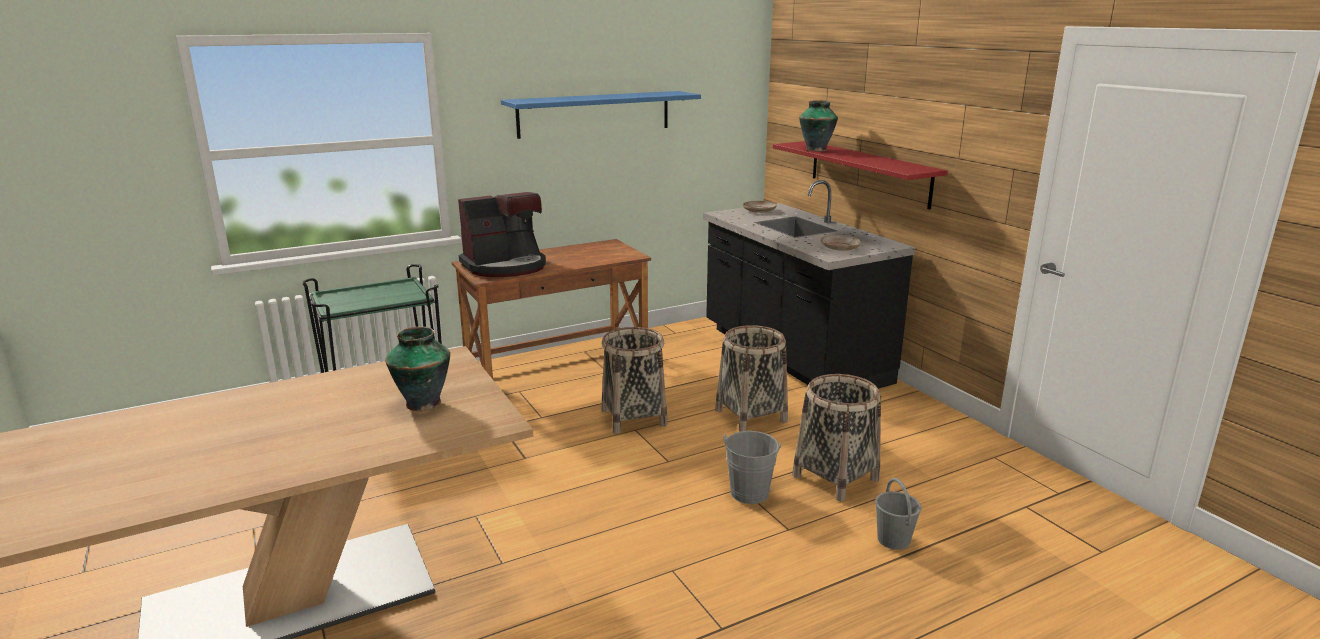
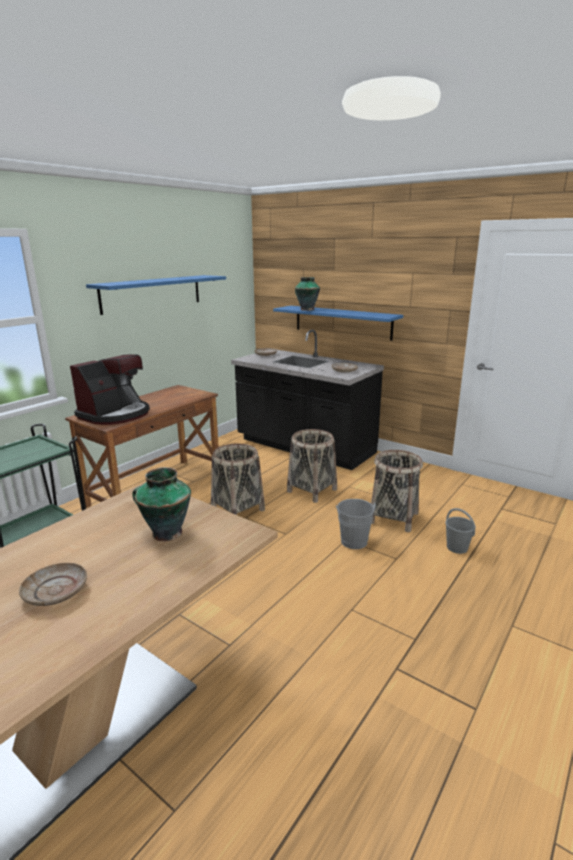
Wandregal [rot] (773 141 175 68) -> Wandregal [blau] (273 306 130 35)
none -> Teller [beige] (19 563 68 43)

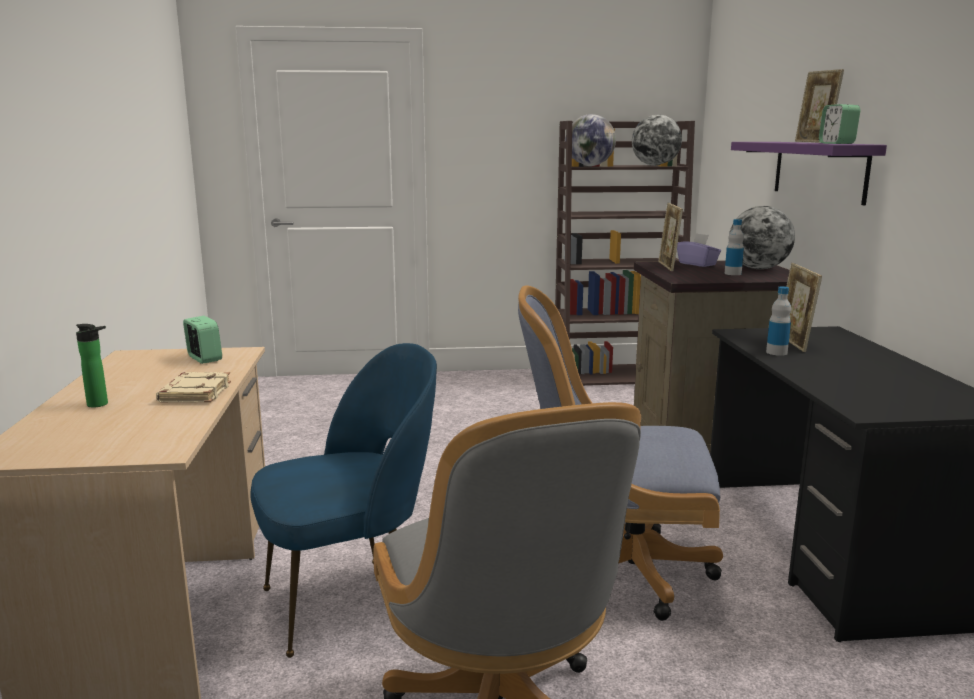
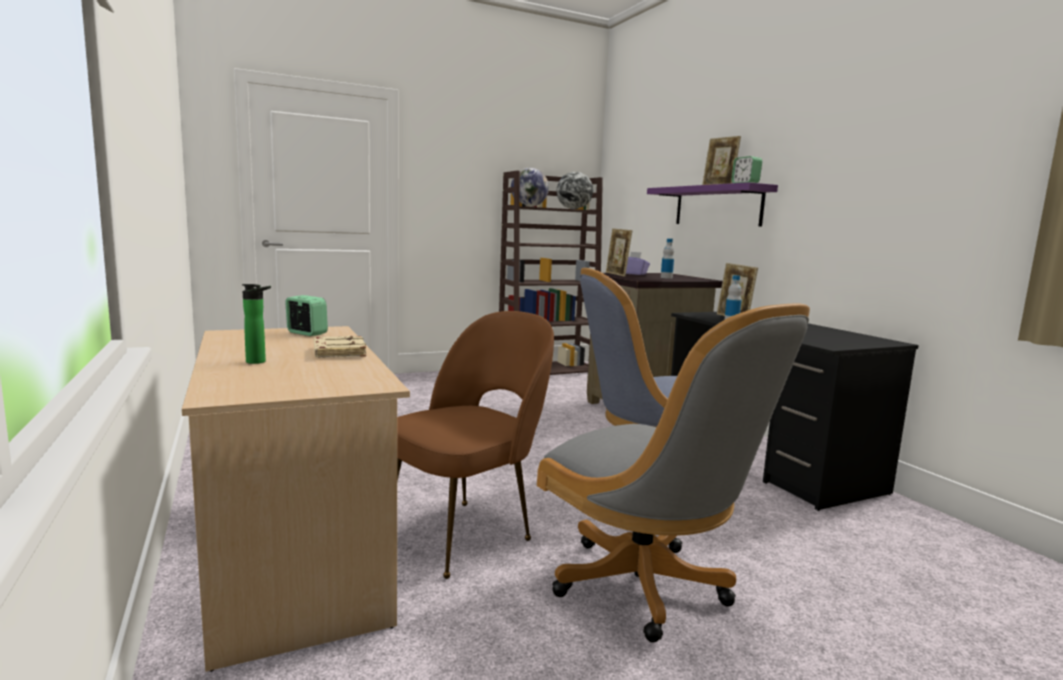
Globus (729 206 66 63) -> none
Stuhl [blau] (250 343 187 315) -> Stuhl [braun] (397 311 157 268)

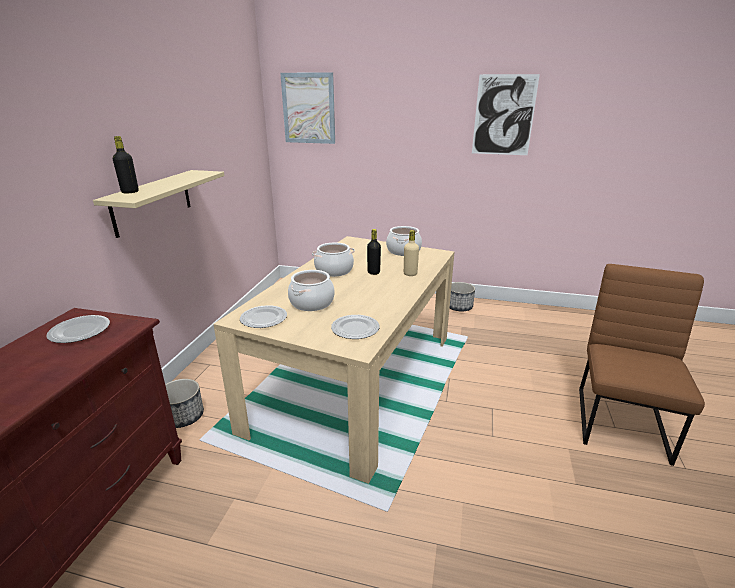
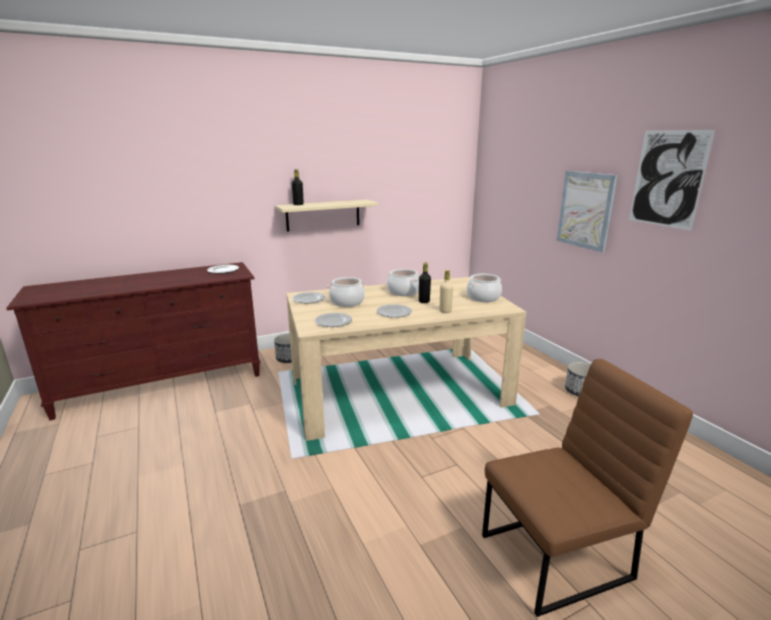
Bild (280 73 55 71) -> Bild (556 171 61 82), move
none -> Teller (377 304 35 14)

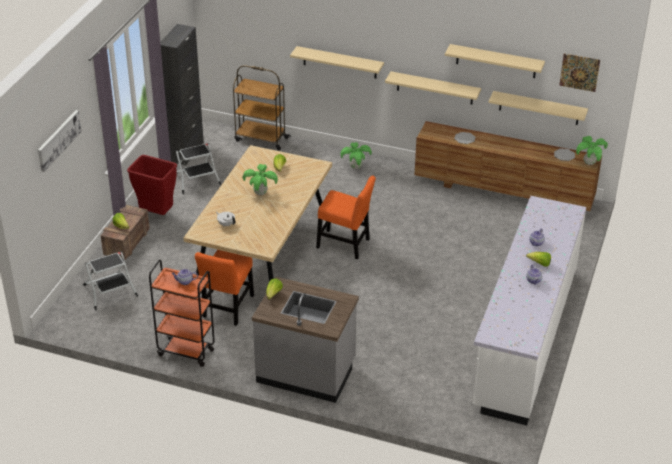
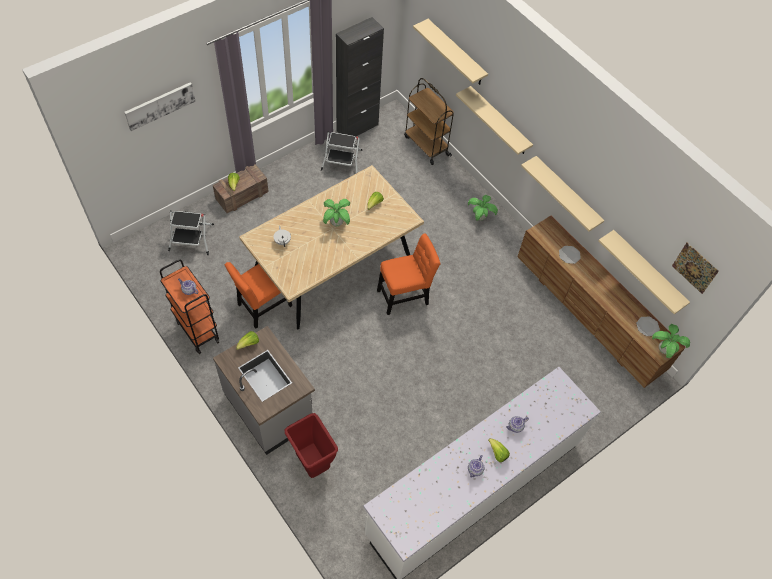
Wandregal [beige] (445 44 100 34) -> Wandregal [beige] (413 19 75 66), move
Mülleimer [rot] (127 155 50 60) -> Mülleimer [rot] (285 413 53 65), move
Stuhl [orange] (316 176 60 83) -> Stuhl [orange] (377 233 64 82), 75 degrees counterclockwise

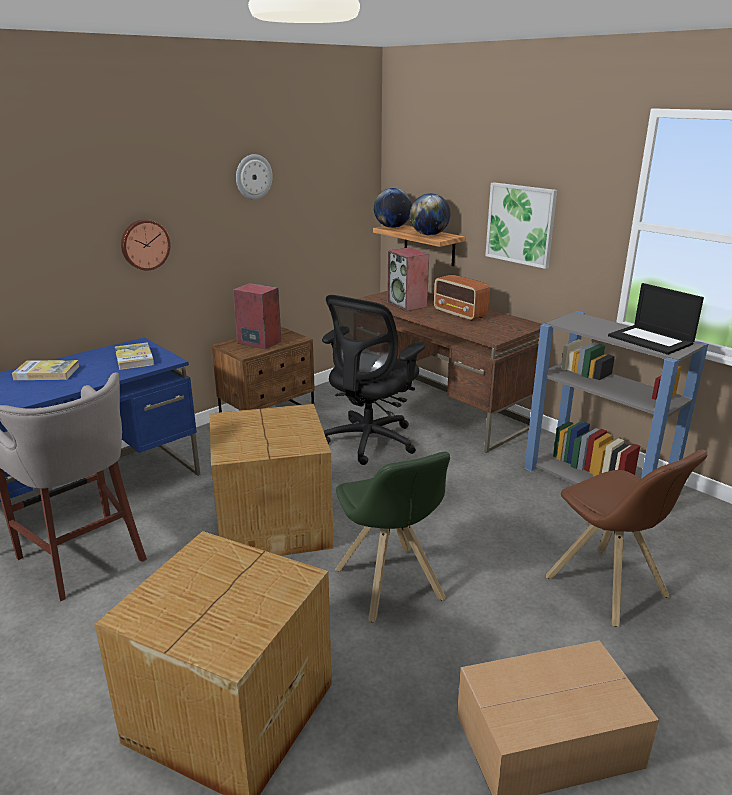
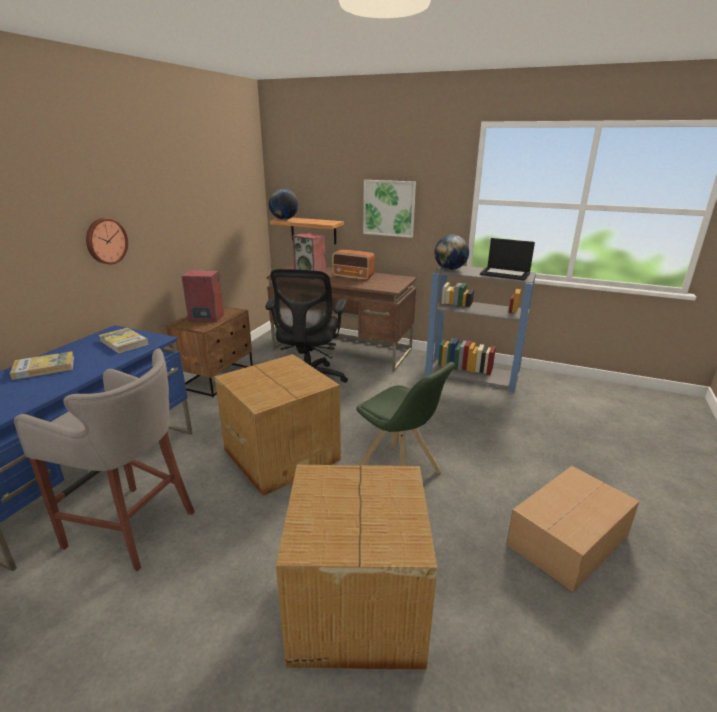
Wanduhr (236 154 37 46) -> none
Globus (410 193 40 43) -> Globus (434 235 35 35), move
Stuhl [braun] (546 450 161 177) -> none

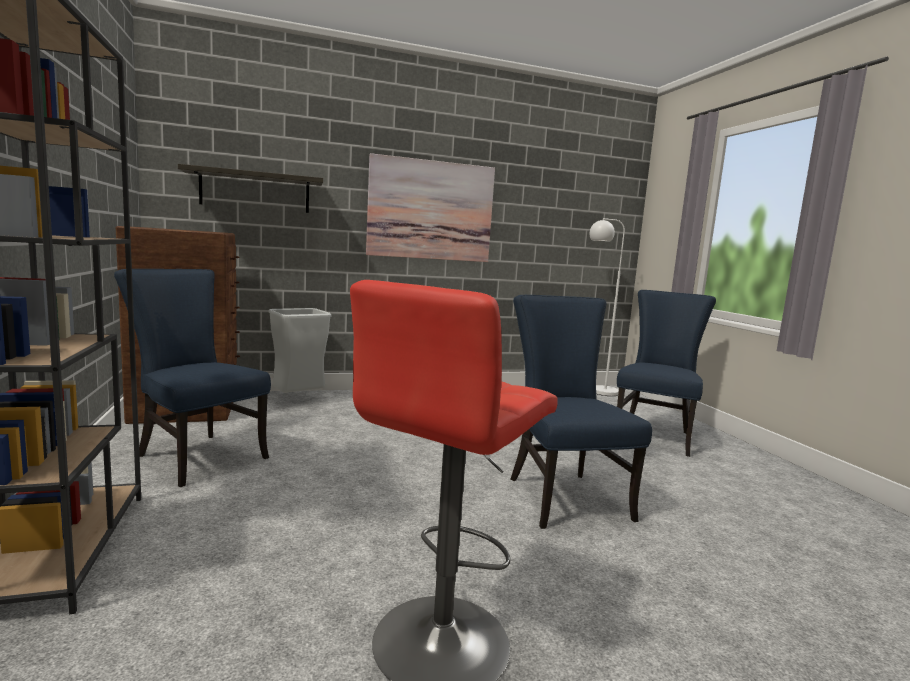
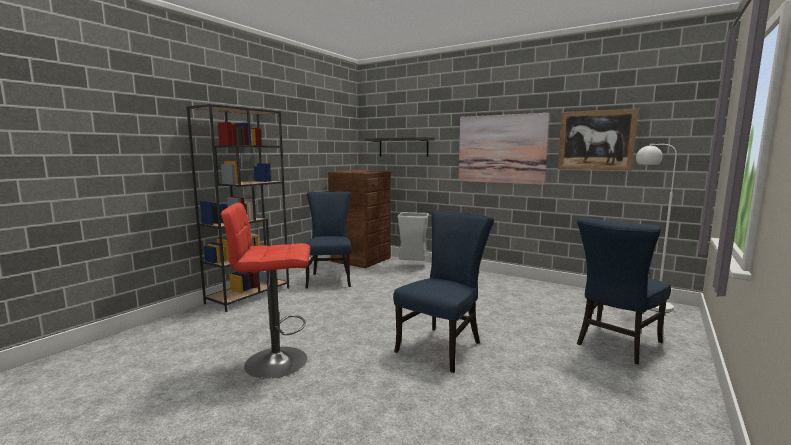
Stuhl [blau] (617 290 99 167) -> Stuhl [blau] (577 217 94 147), 150 degrees clockwise
none -> Bild (558 108 80 63)

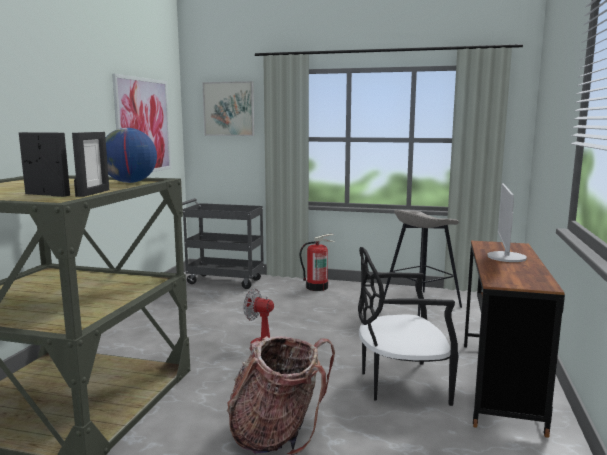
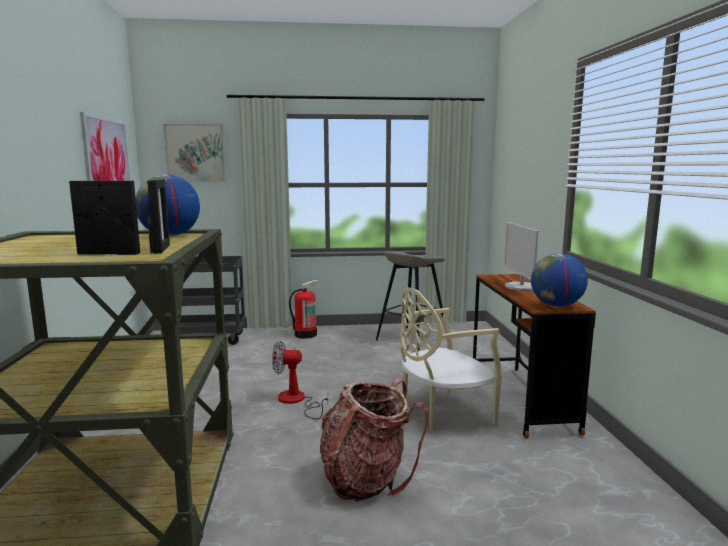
Stuhl [schwarz] (358 247 101 159) -> Stuhl [beige] (400 287 102 144)
none -> Globus (531 253 57 54)

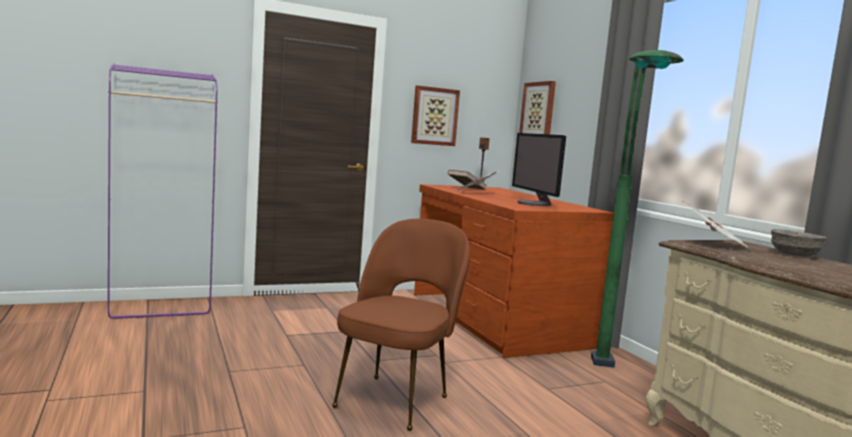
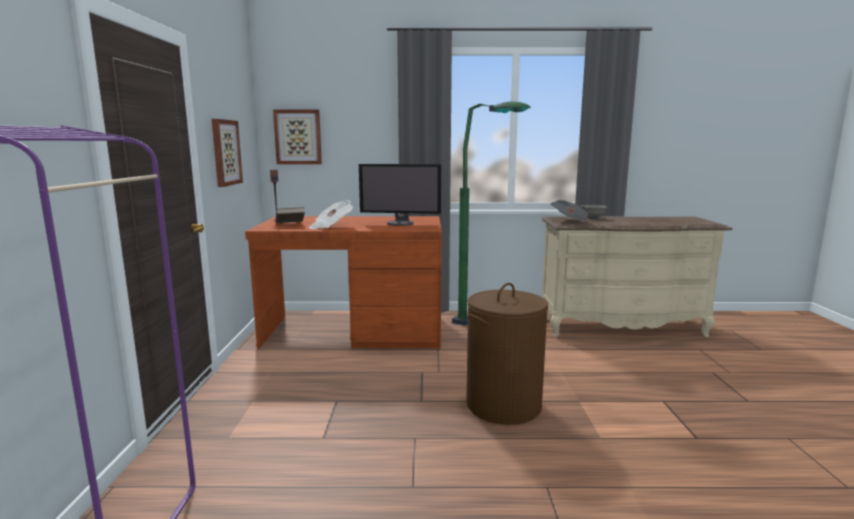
Stuhl [braun] (332 219 138 212) -> Wäschekorb [braun] (466 283 82 142)

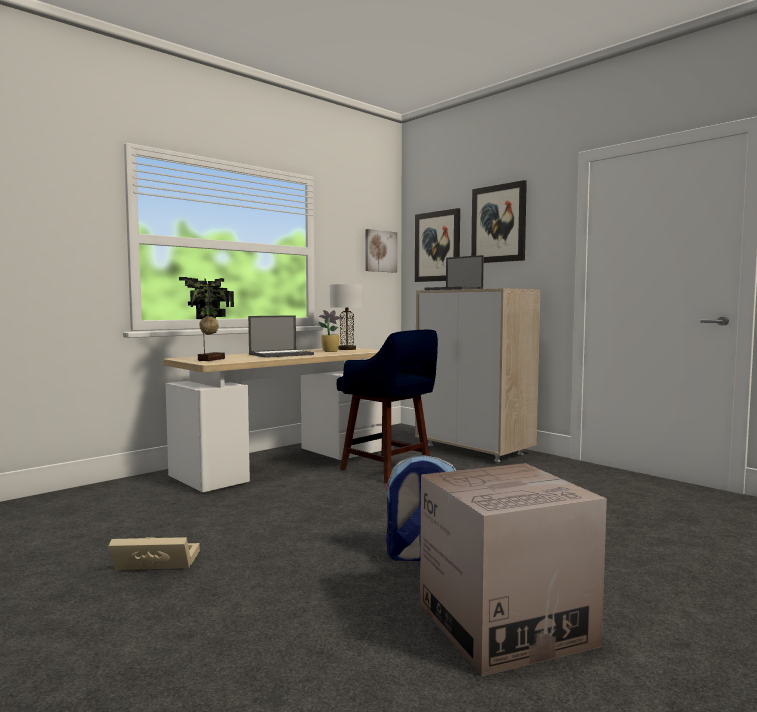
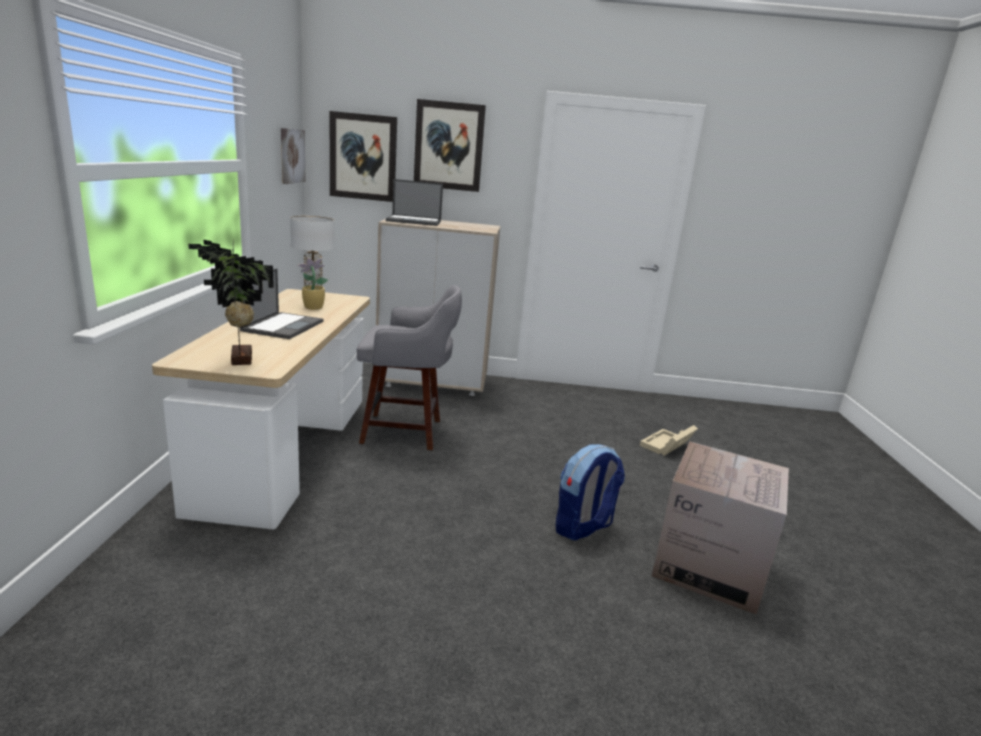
Hocker [blau] (337 330 101 153) -> Hocker [grau] (357 285 105 165)
Aufbewahrungsbox [beige] (109 537 91 33) -> Aufbewahrungsbox [beige] (640 425 58 31), move

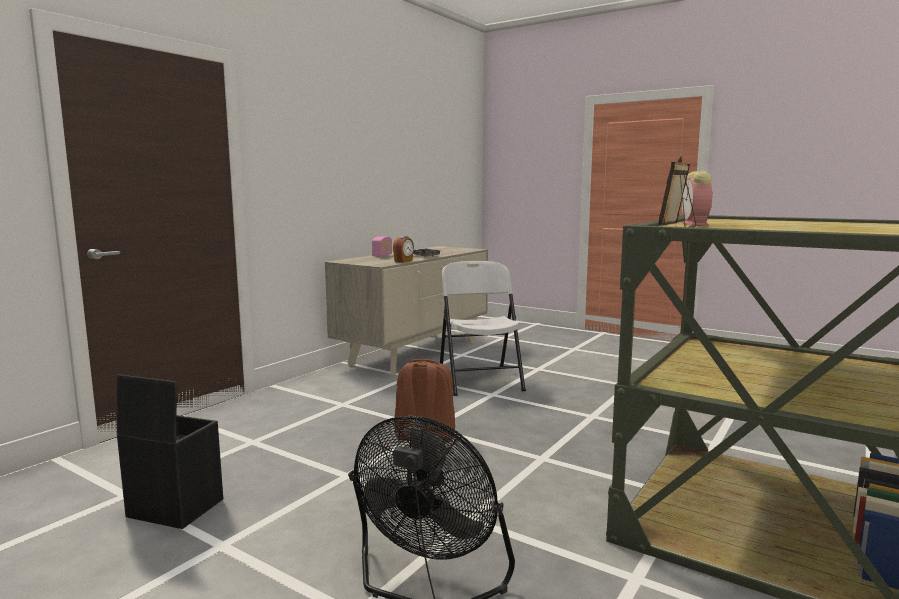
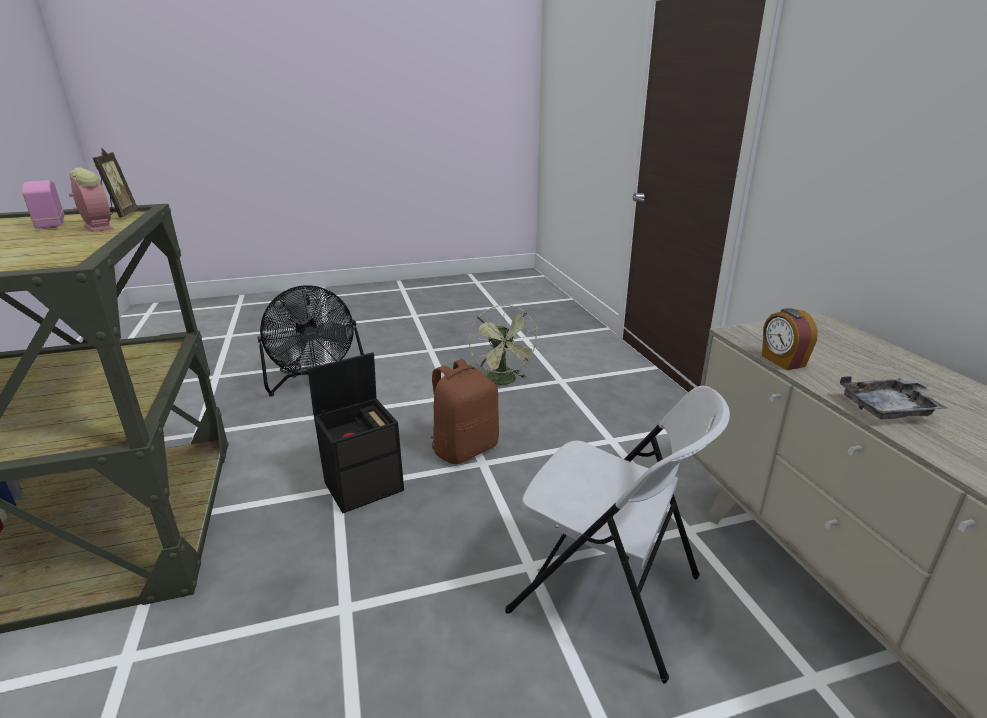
Radio (372 236 20 21) -> Radio (22 180 43 49), move
Aufbewahrungsbox [schwarz] (117 375 106 154) -> Aufbewahrungsbox [schwarz] (308 352 96 161), move
none -> Ventilator [grün] (469 305 70 80)

